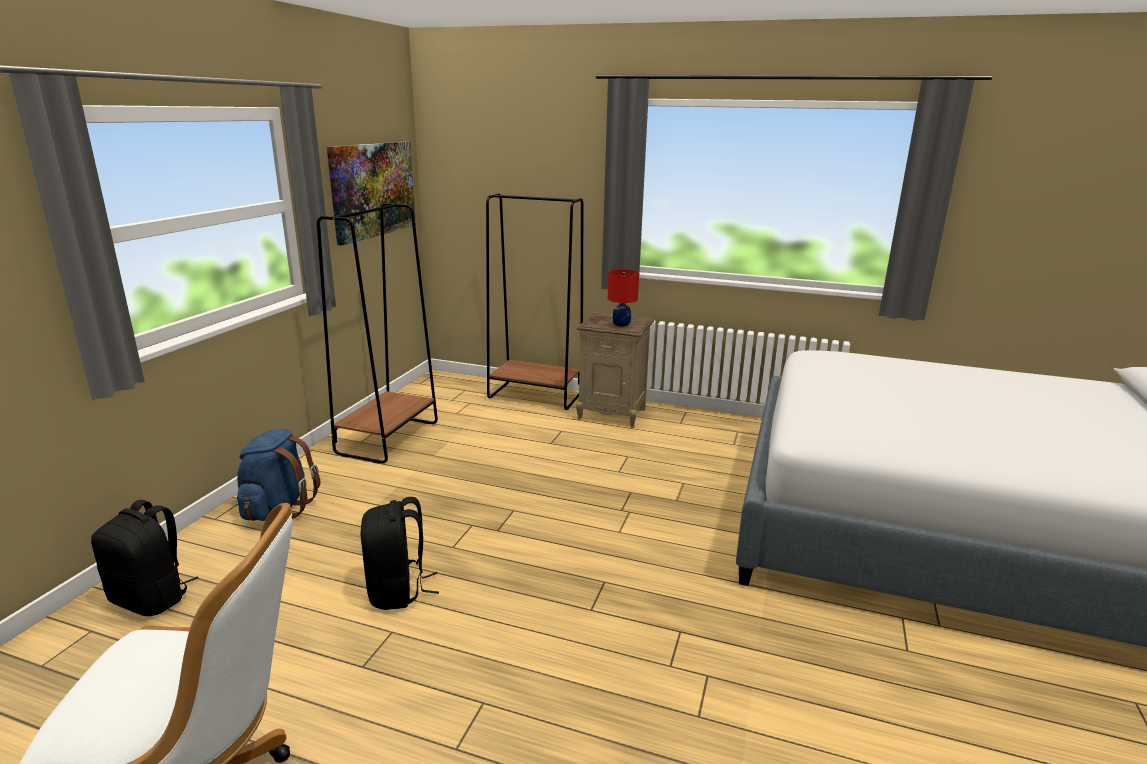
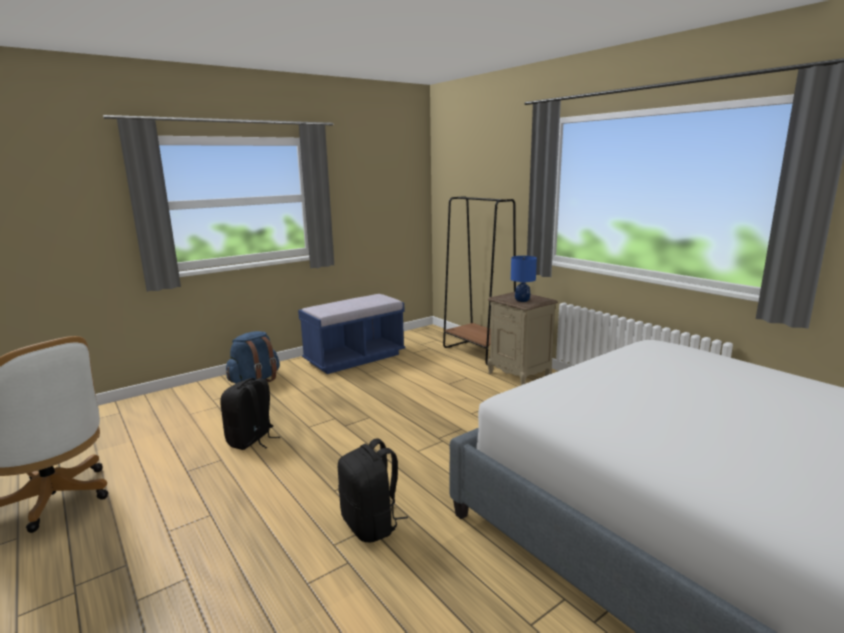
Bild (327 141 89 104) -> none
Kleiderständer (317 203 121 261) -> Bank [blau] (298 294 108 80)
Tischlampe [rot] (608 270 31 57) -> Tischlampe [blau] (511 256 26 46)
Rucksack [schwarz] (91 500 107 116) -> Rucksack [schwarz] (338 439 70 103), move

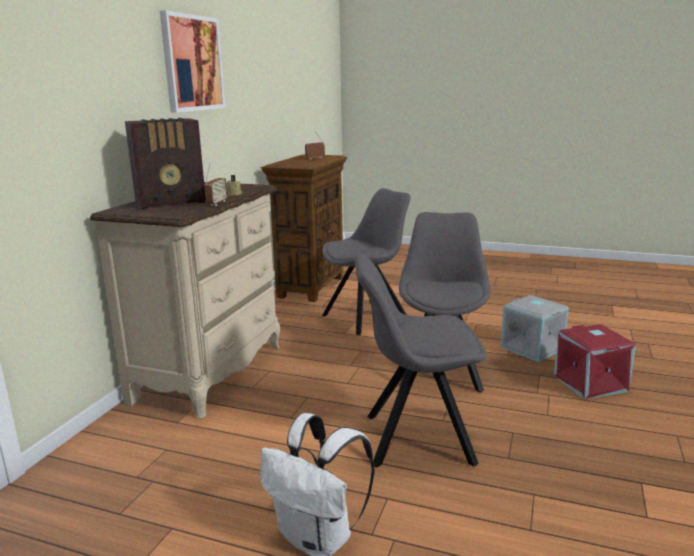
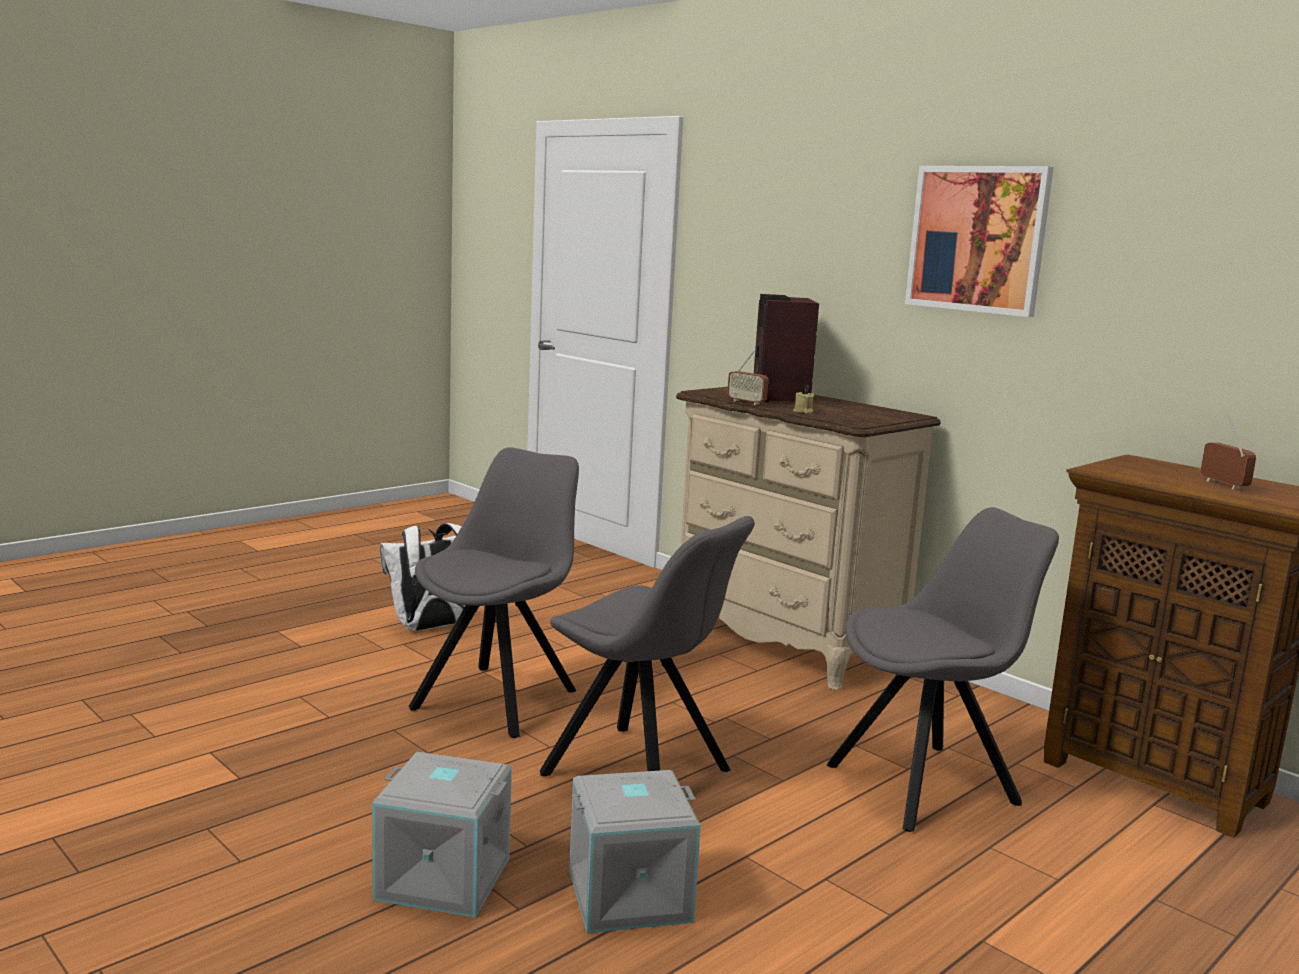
Stuhl [grau] (322 188 88 147) -> Stuhl [grau] (827 507 232 325), 105 degrees counterclockwise
Aufbewahrungsbox [rot] (554 324 82 75) -> Aufbewahrungsbox [grau] (372 752 140 166)

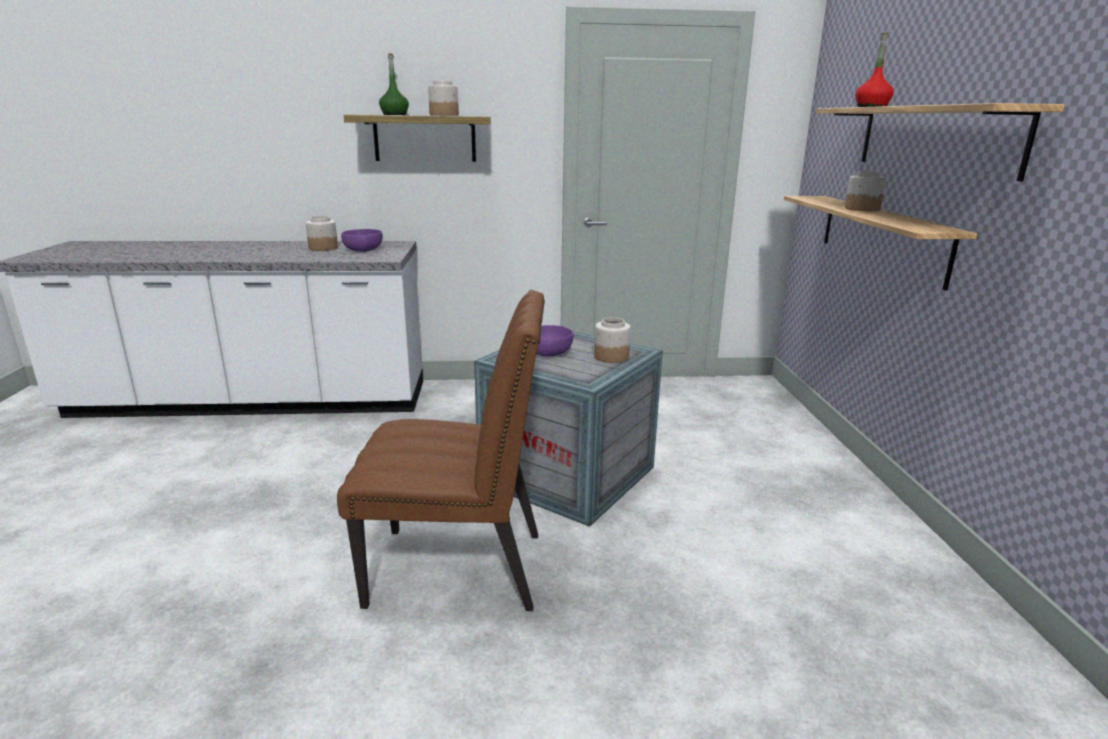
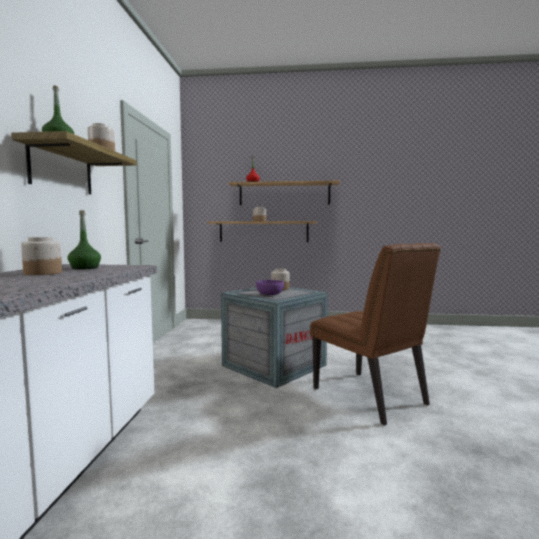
Schüssel [lila] (341 229 42 23) -> Flasche [grün] (67 210 34 60)
Stuhl [braun] (337 290 208 321) -> Stuhl [braun] (310 243 131 183), 135 degrees clockwise

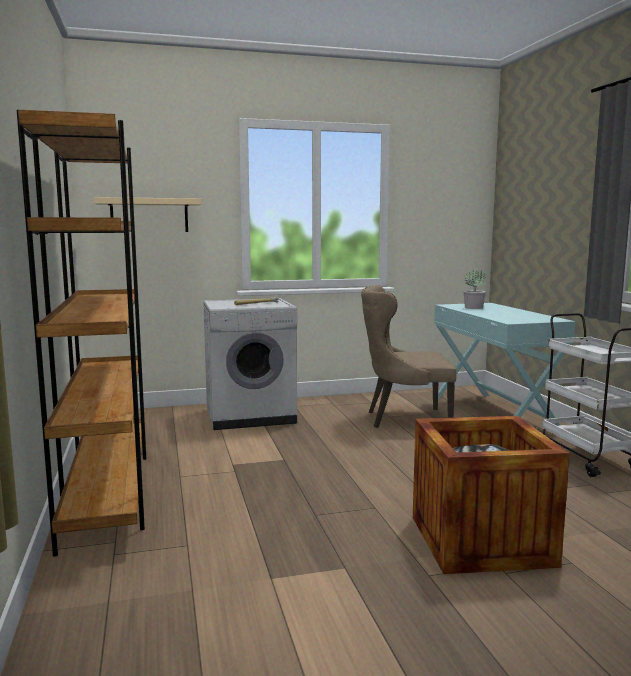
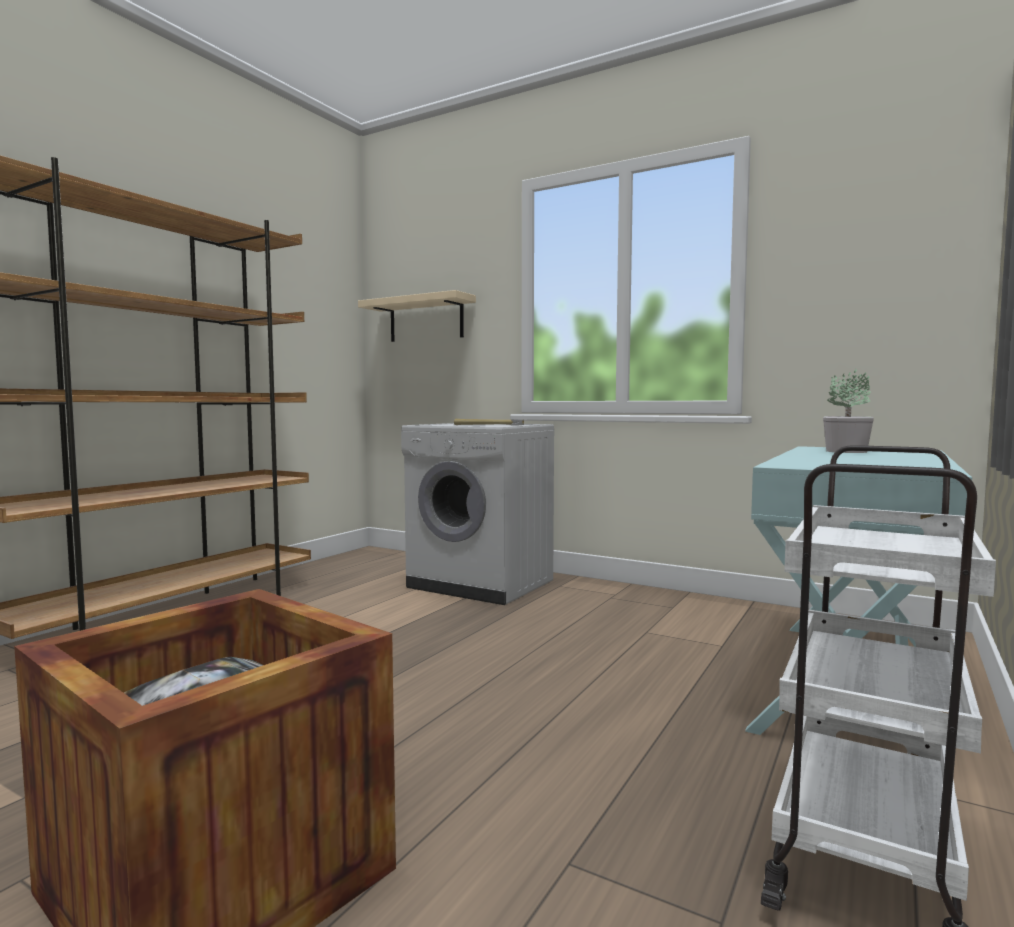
Stuhl [beige] (361 285 96 143) -> none

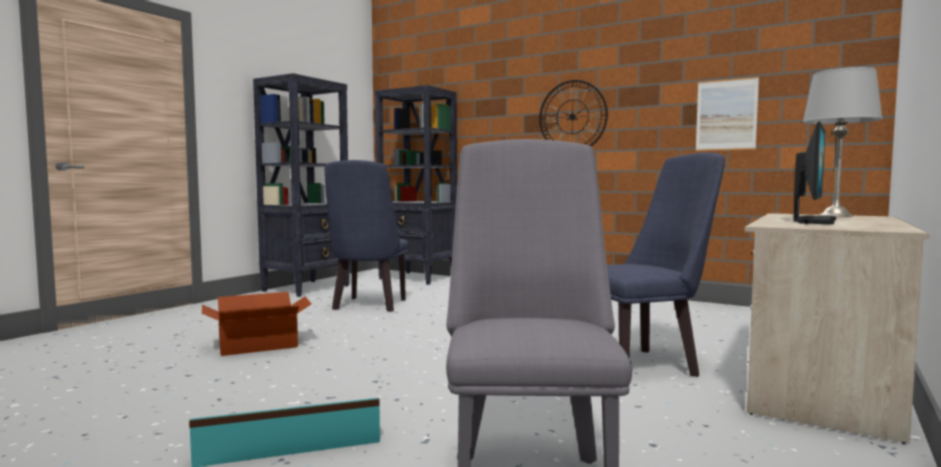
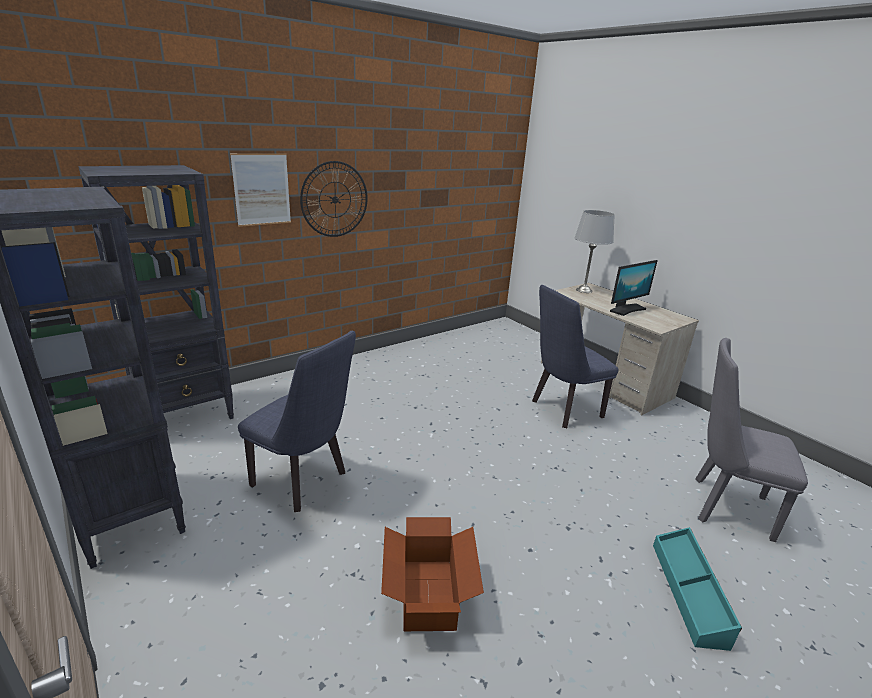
Bild (696 77 63 74) -> Bild (230 153 61 74), move
Monitor (793 122 43 102) -> Monitor (610 260 48 56), 90 degrees clockwise
Stuhl [blau] (607 152 118 225) -> Stuhl [blau] (532 285 87 143), 120 degrees counterclockwise

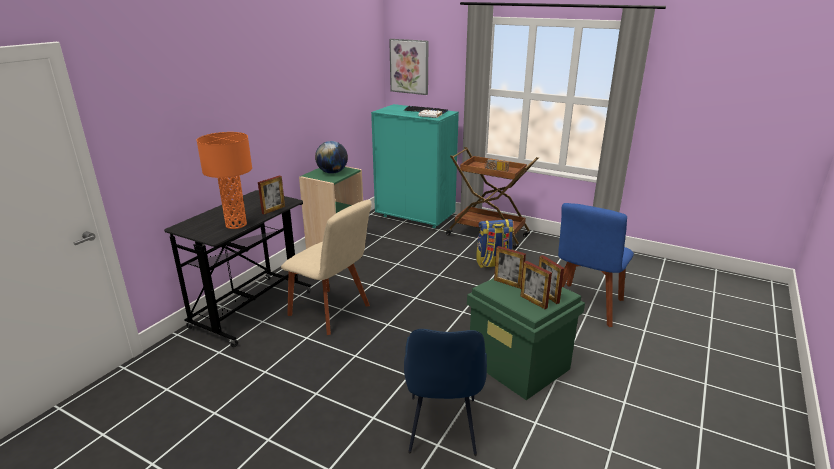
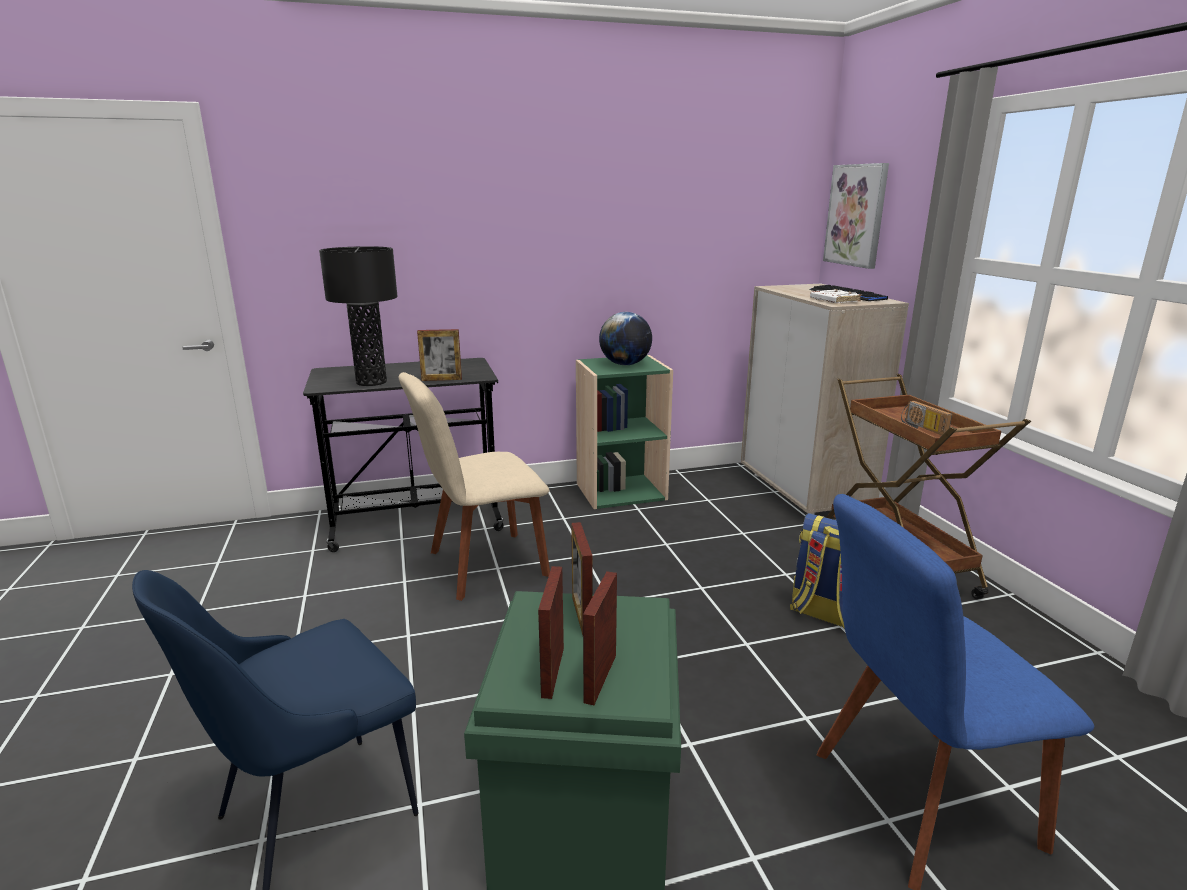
Schrank [türkis] (371 104 88 124) -> Schrank [beige] (741 284 168 231)
Tischlampe [orange] (197 132 55 97) -> Tischlampe [schwarz] (319 246 79 140)
Stuhl [beige] (281 199 91 136) -> Stuhl [beige] (399 372 151 229), 75 degrees clockwise

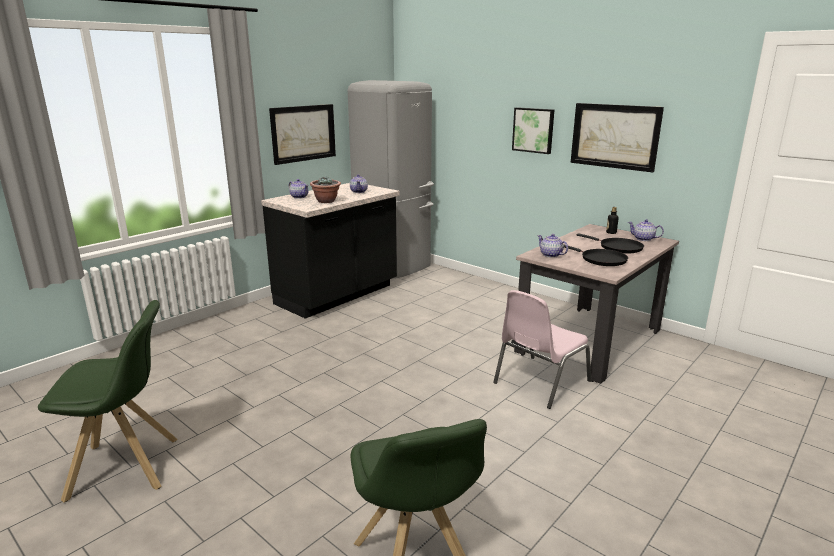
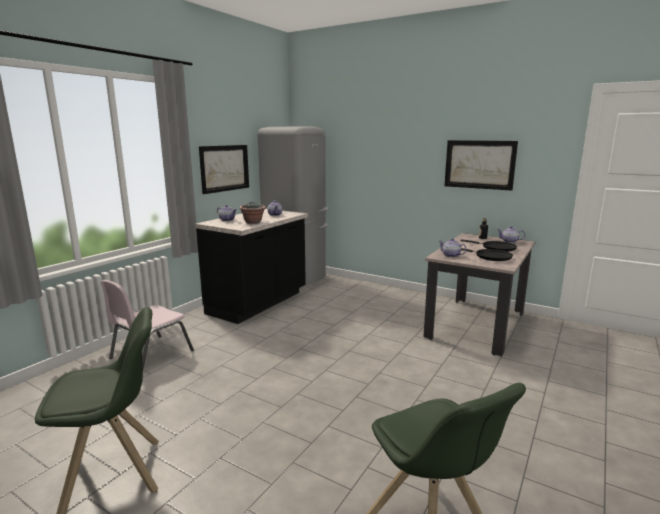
Bild (512 107 42 47) -> none
Stuhl [rosa] (493 290 98 119) -> Stuhl [rosa] (101 280 93 90), move

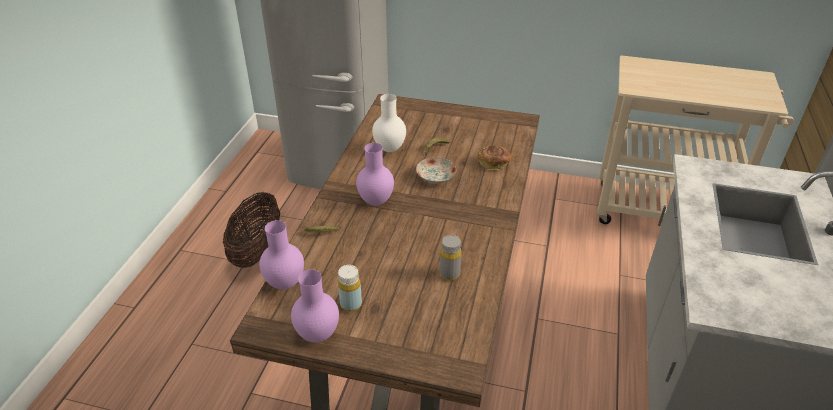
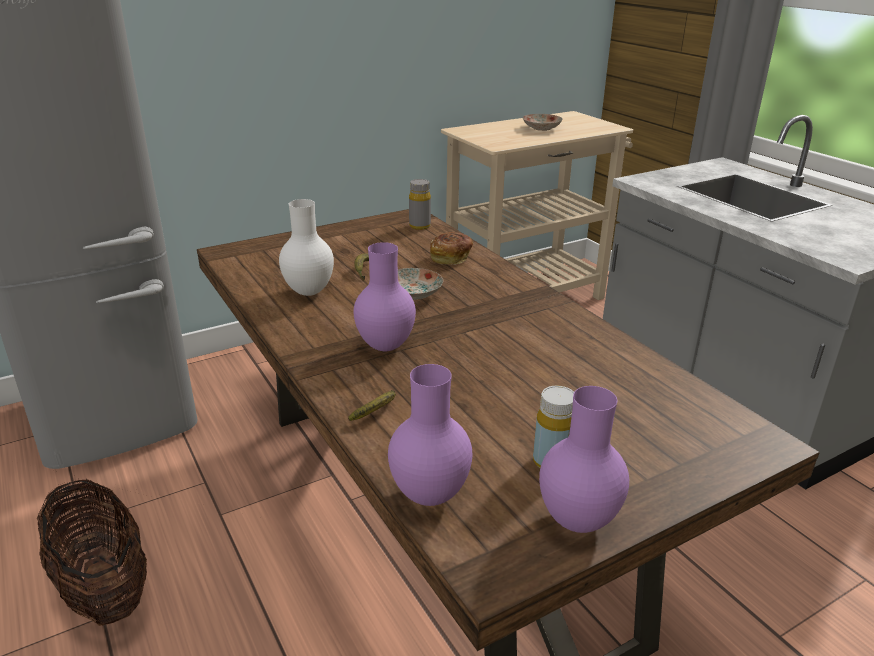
Flasche [grau] (440 235 22 45) -> Flasche [grau] (409 179 22 51), move
none -> Teller (523 114 40 17)

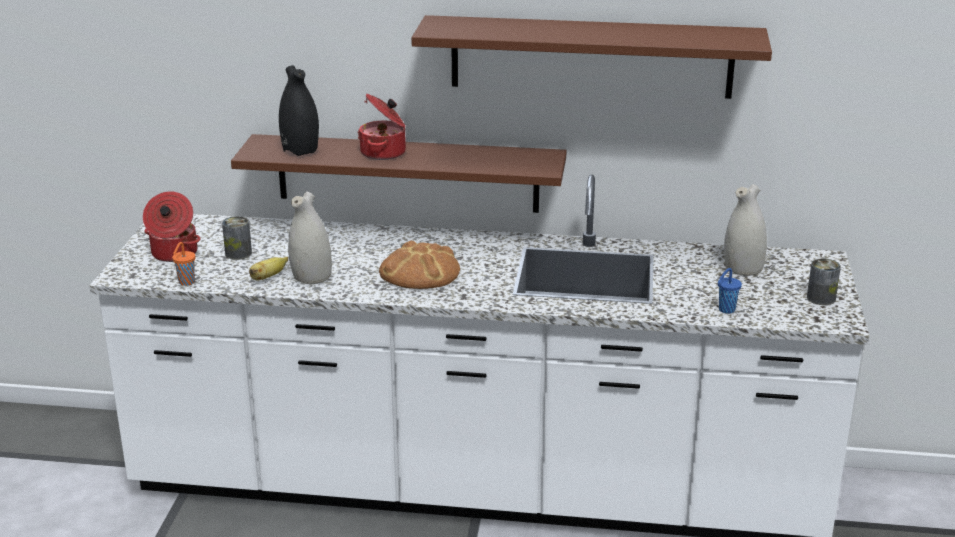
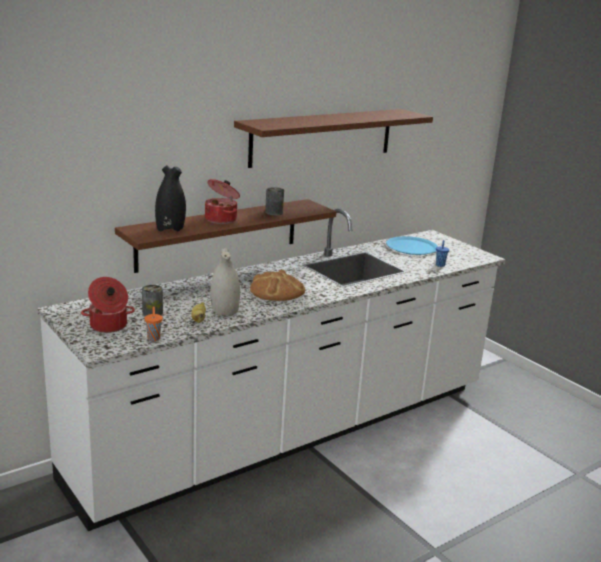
Vase [weiß] (724 184 43 92) -> Teller [blau] (386 236 52 19)
Dose (807 258 34 47) -> Dose (265 187 19 28), move

